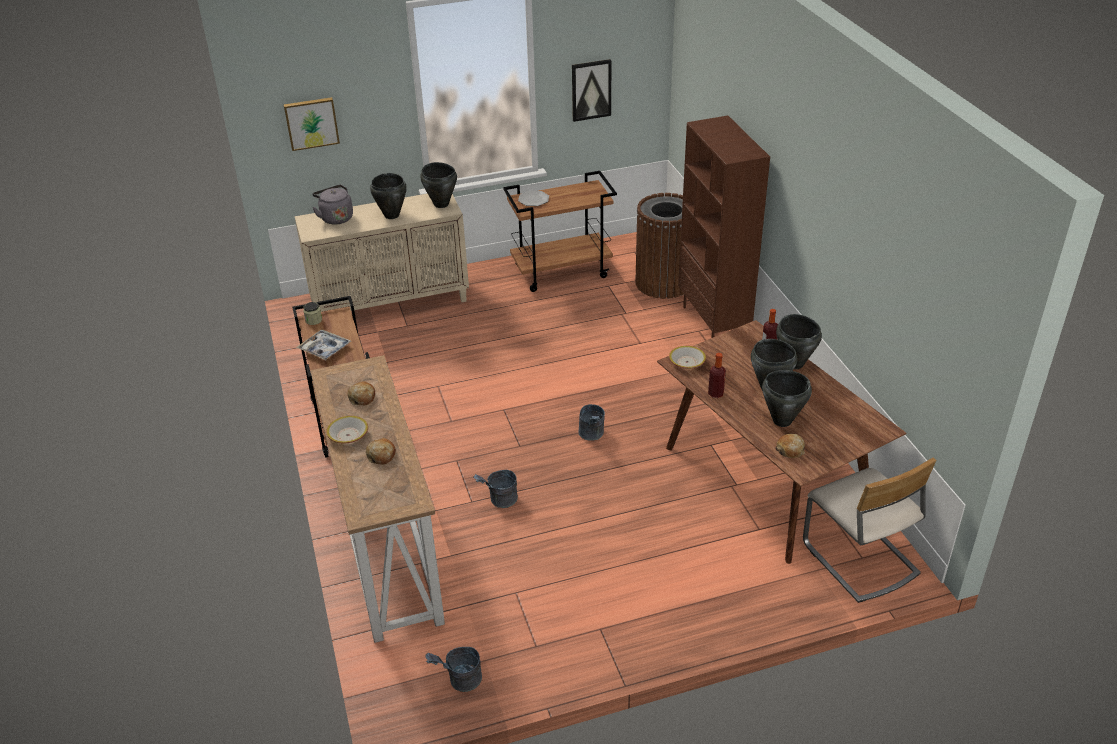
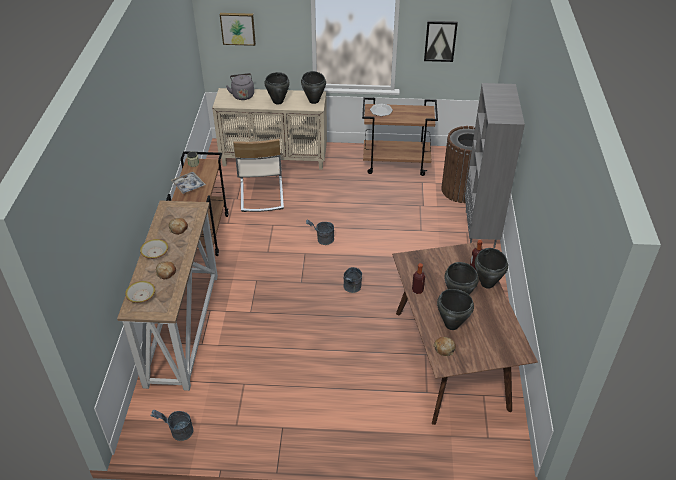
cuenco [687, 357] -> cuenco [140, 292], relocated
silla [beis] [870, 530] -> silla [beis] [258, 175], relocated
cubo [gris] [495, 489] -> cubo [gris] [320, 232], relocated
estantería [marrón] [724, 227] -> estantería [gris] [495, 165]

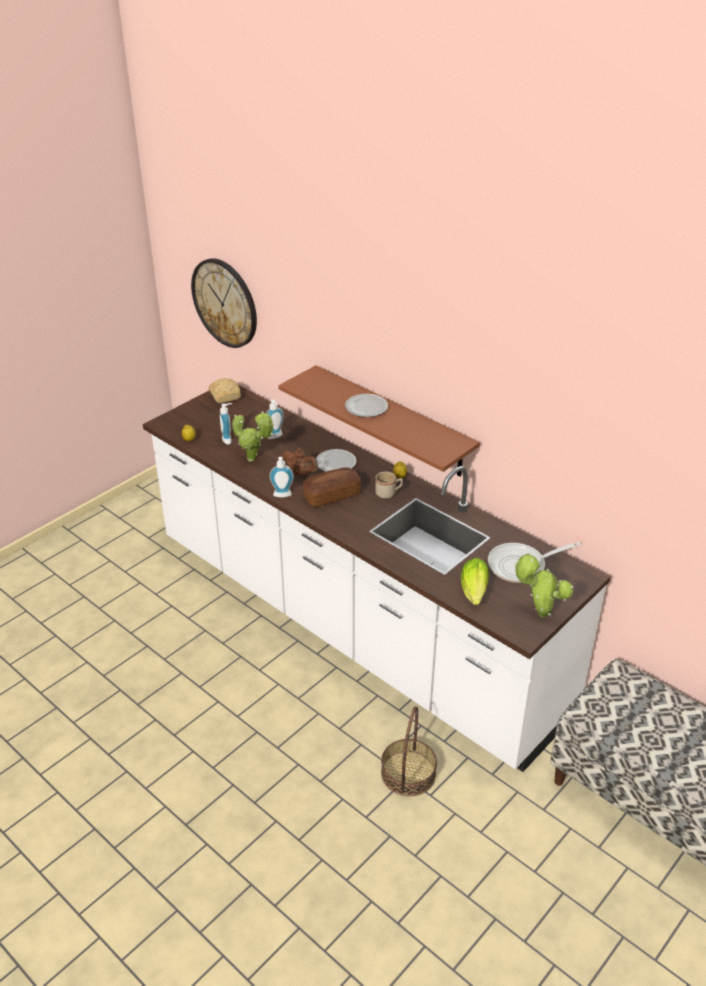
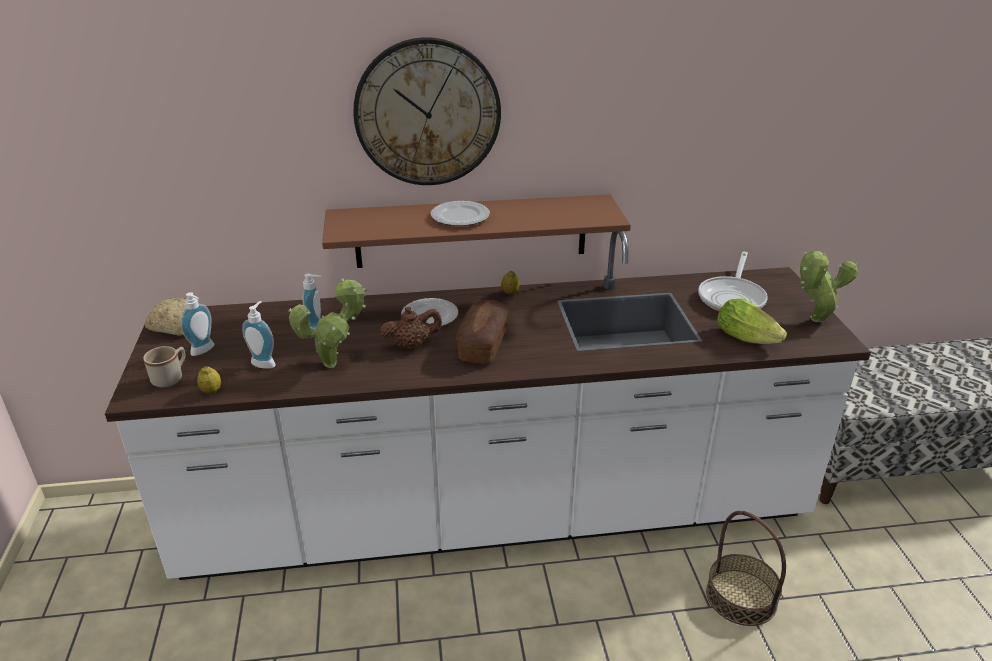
taza grande [beis] [389, 485] -> taza grande [beis] [164, 367], relocated
dispensador de jabón [281, 477] -> dispensador de jabón [197, 324], relocated
reloj de pared [224, 303] -> reloj de pared [427, 111], relocated

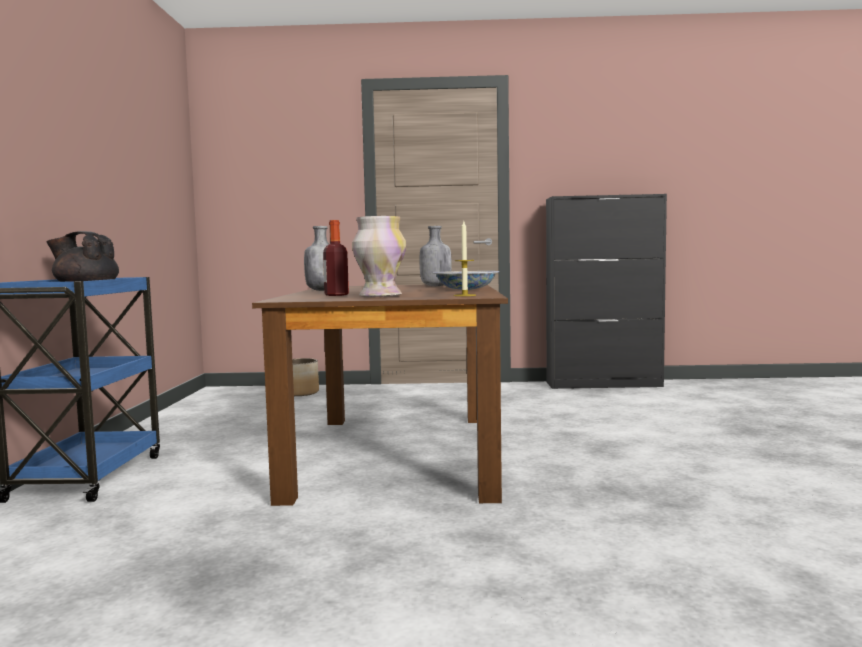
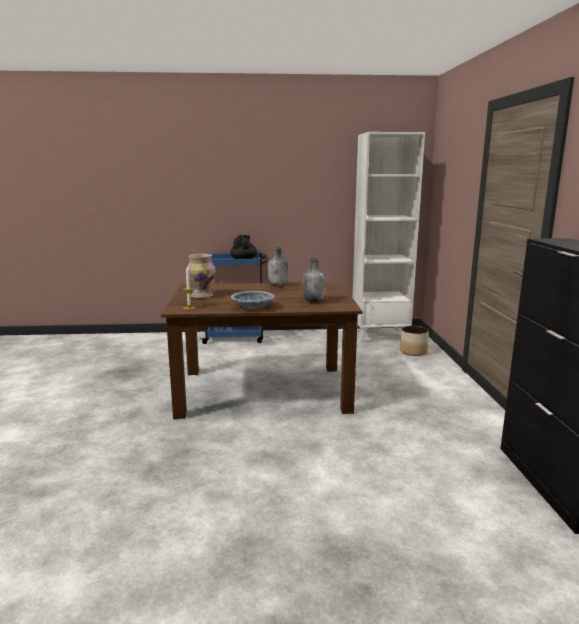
none -> estantería [blanco] [388, 237]
botella [336, 258] -> none

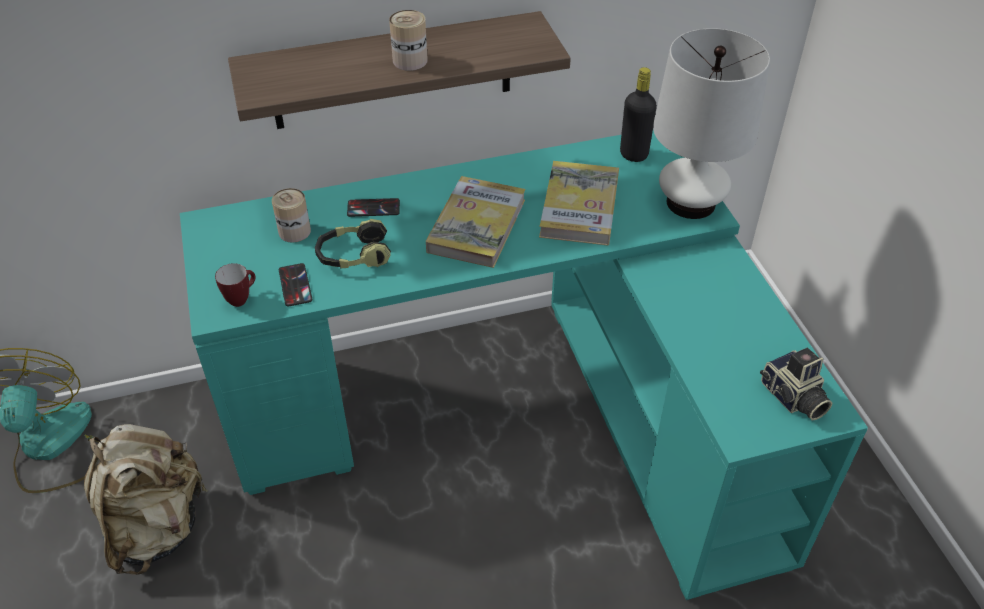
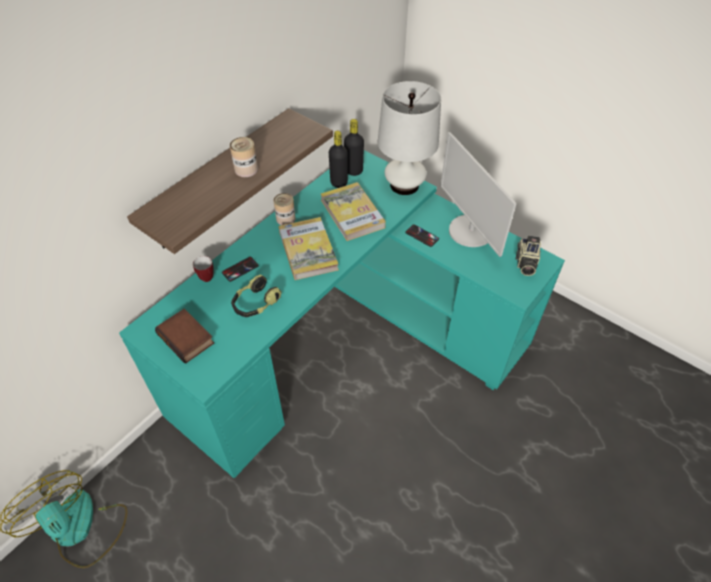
none -> libro [184, 336]
taza grande [235, 285] -> taza grande [203, 269], relocated
lata [291, 215] -> lata [284, 209], relocated
none -> botella [negro] [338, 159]
móvil [295, 285] -> móvil [422, 235], relocated
none -> monitor [478, 194]
cámara [796, 384] -> cámara [528, 256], 75 degrees clockwise
mochila [beis] [146, 499] -> none

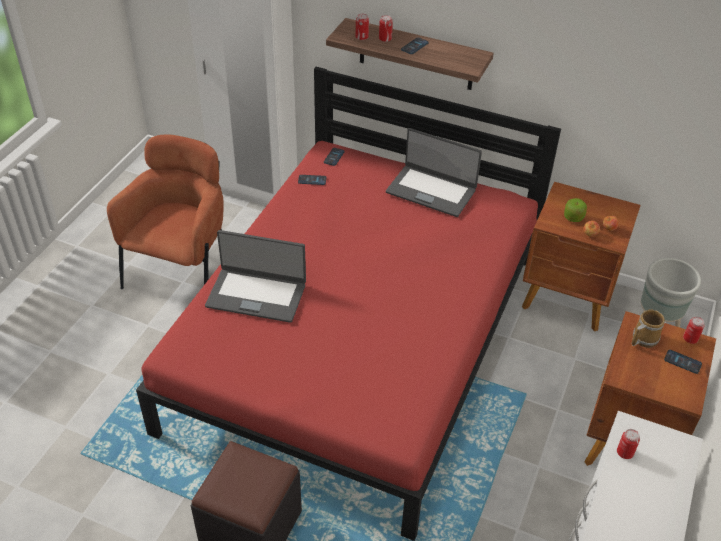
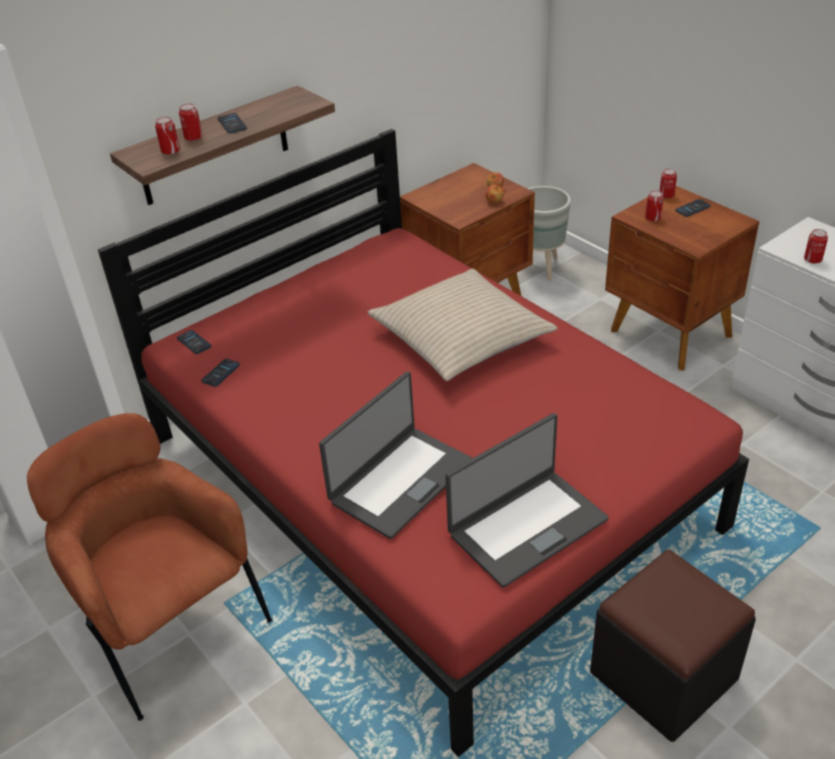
none -> cojín [beis] [463, 325]
portátil [434, 172] -> portátil [527, 500], relocated
taza grande [648, 328] -> lata [654, 205]
manzana [575, 210] -> none

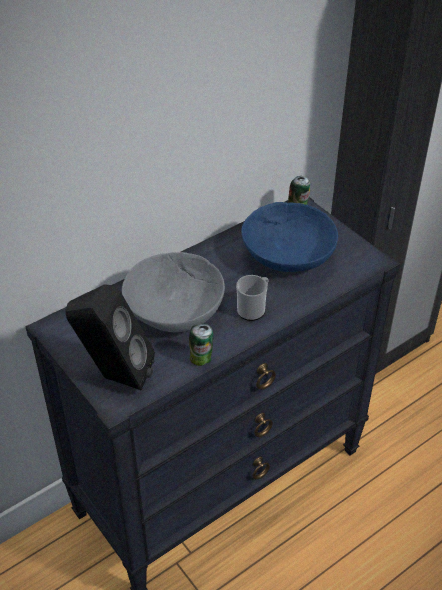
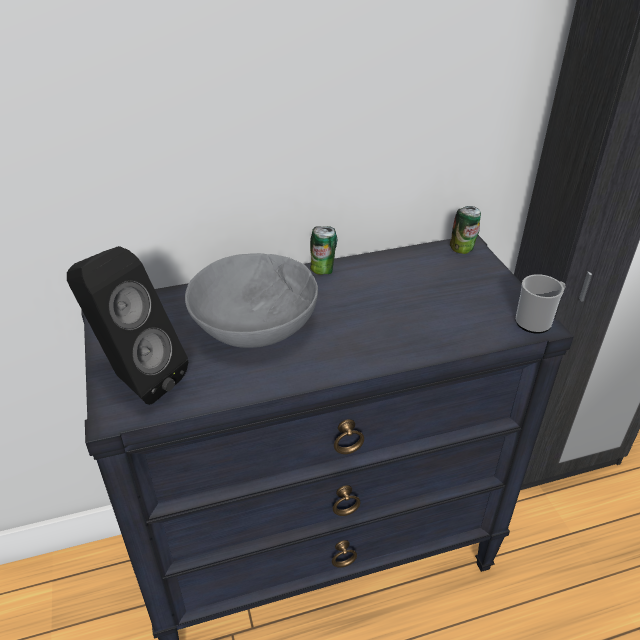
lata [201, 344] -> lata [323, 250], relocated
taza grande [252, 298] -> taza grande [540, 304], relocated
cuenco [azul] [289, 237] -> none

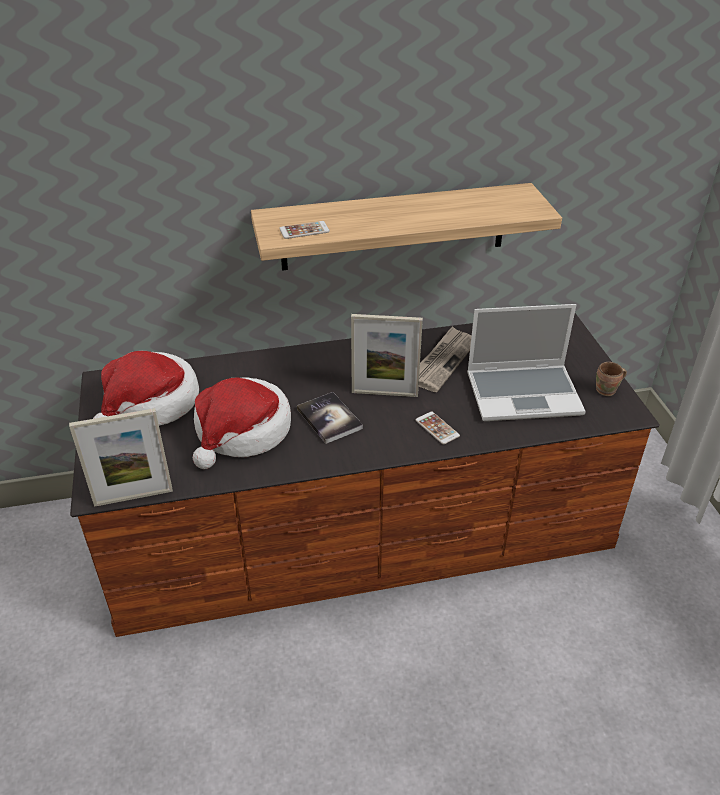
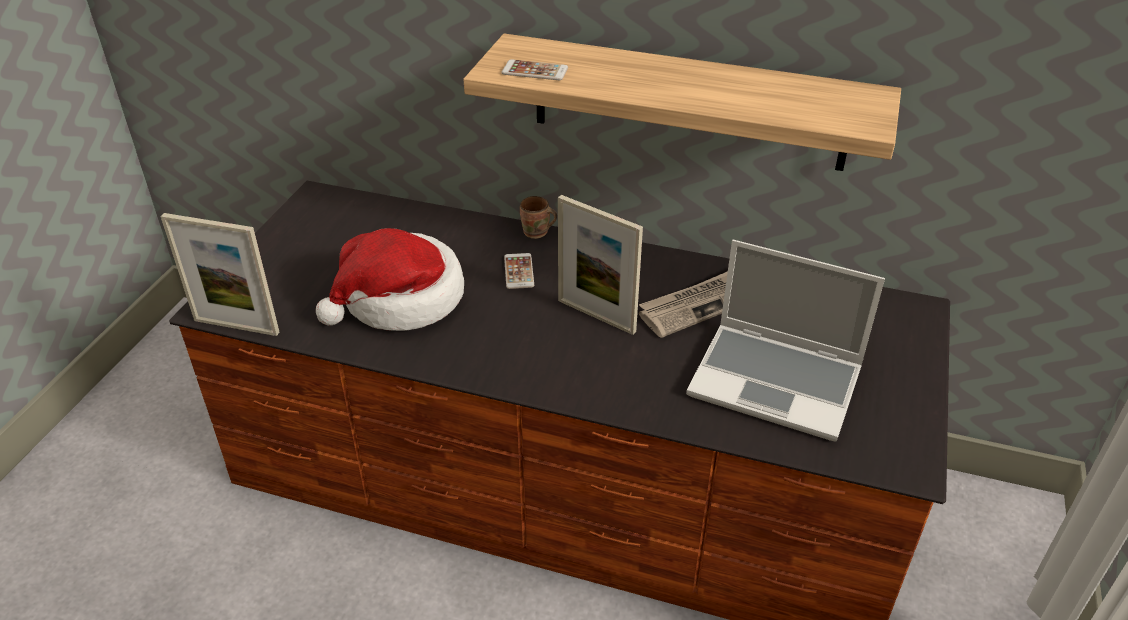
móvil [438, 427] -> móvil [519, 271], relocated
taza grande [marrón] [611, 379] -> taza grande [marrón] [538, 217], relocated
sombrero [146, 388] -> none
libro [330, 418] -> none

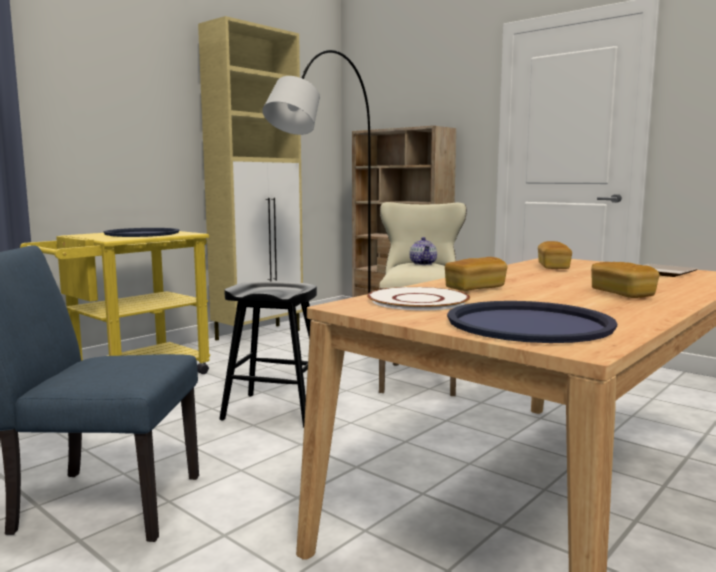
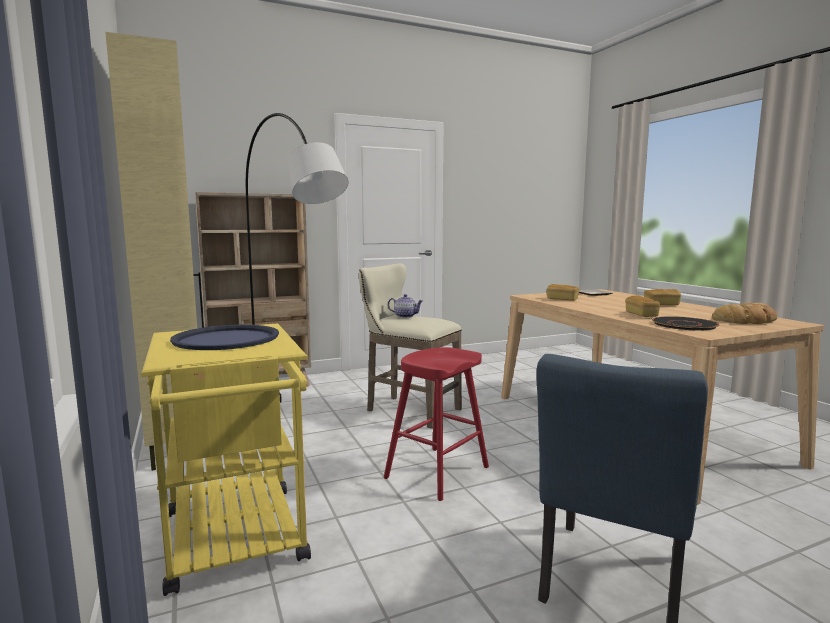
taburete [negro] [268, 354] -> taburete [rojo] [436, 424]
plato [blanco] [418, 298] -> plato [negro] [685, 323]
bandeja [azul] [532, 322] -> pan [744, 313]

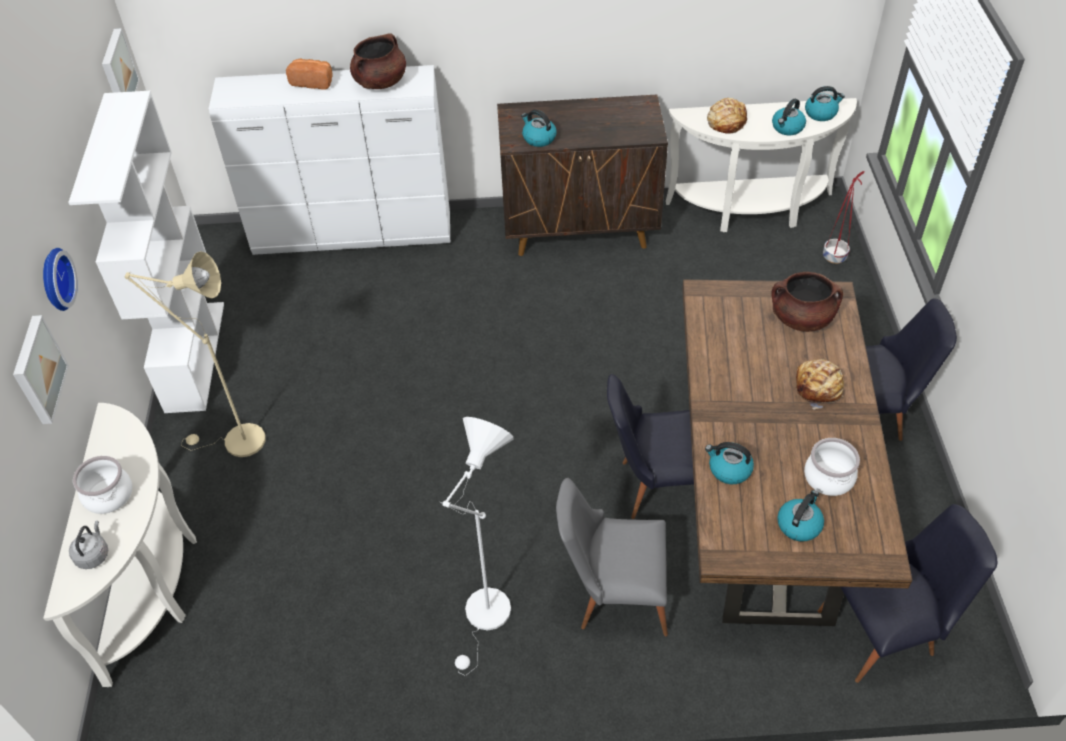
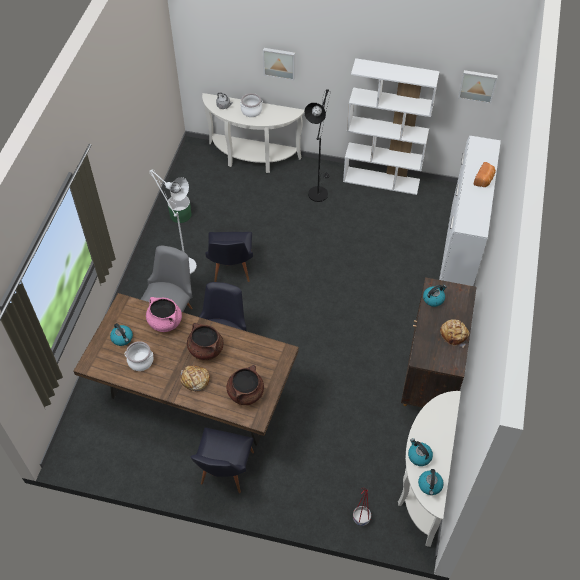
hervidor [729, 463] -> olla [rosa] [164, 314]
none -> maceta [verde] [180, 209]
olla [marrón] [378, 61] -> olla [marrón] [205, 341], relocated
silla [negro] [907, 593] -> silla [negro] [229, 257], relocated
lámpara de pie [beis] [195, 354] -> lámpara de pie [negro] [317, 145]
pan [727, 116] -> pan [454, 333], relocated
reloj de pared [60, 279] -> none

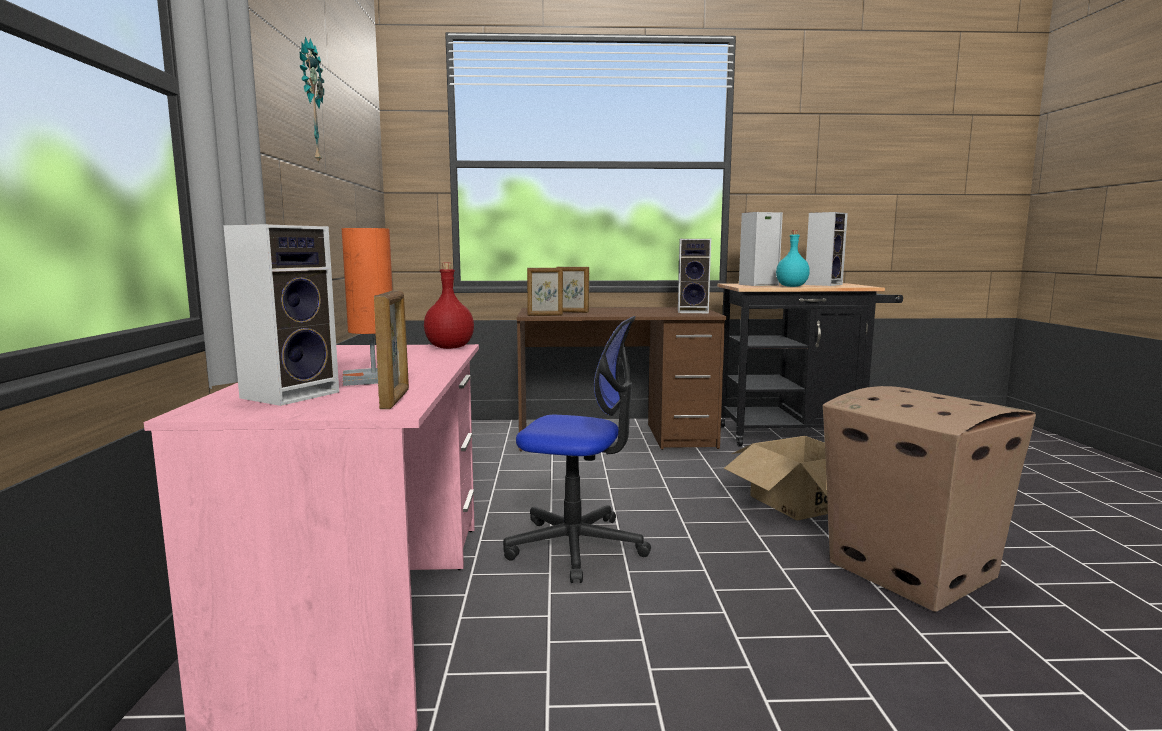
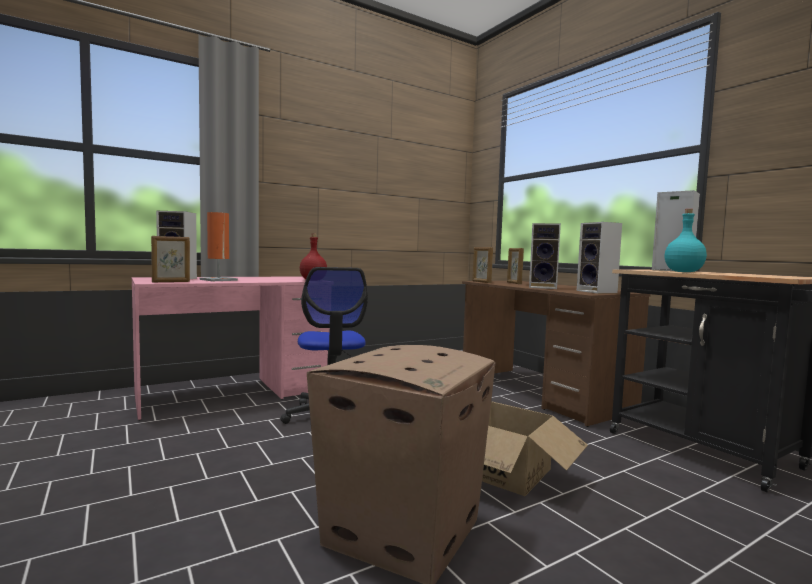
altavoz [826, 249] -> altavoz [545, 256], relocated
reloj de pared [312, 101] -> none

